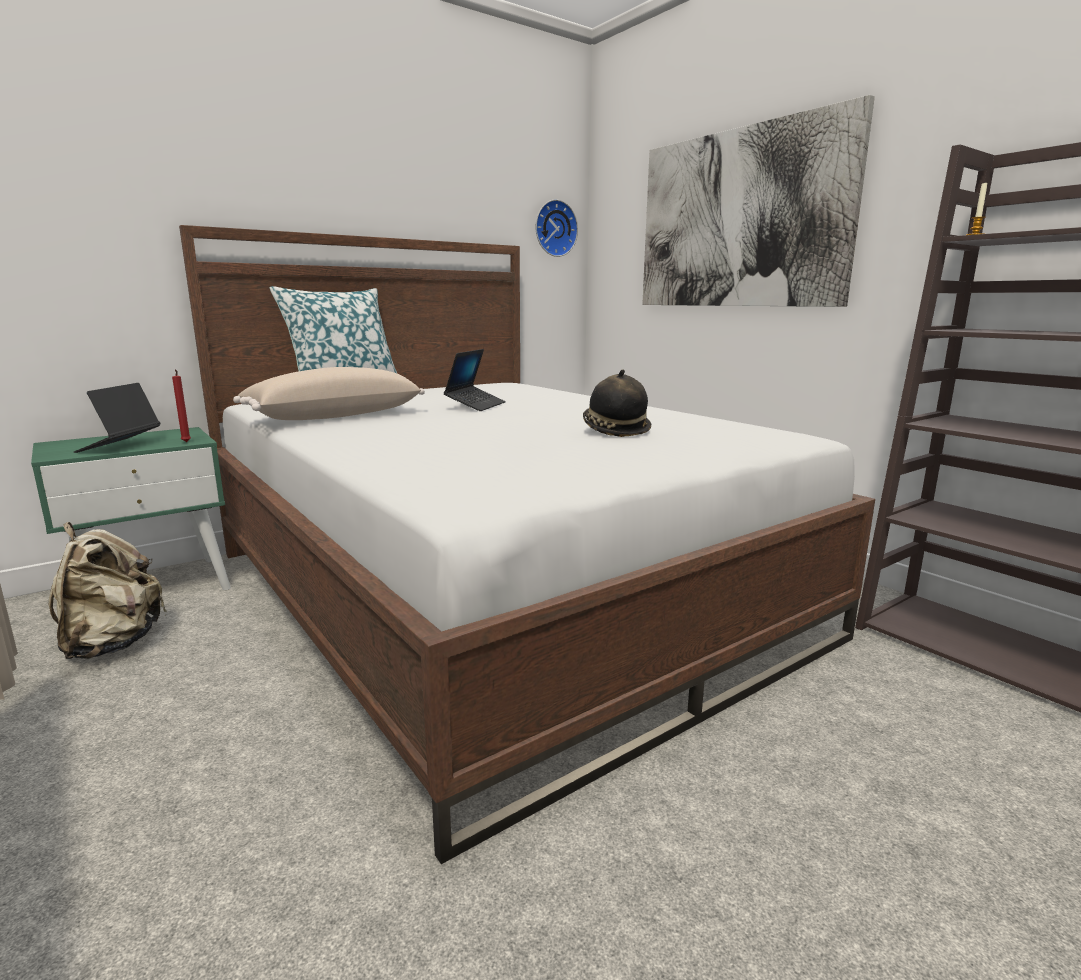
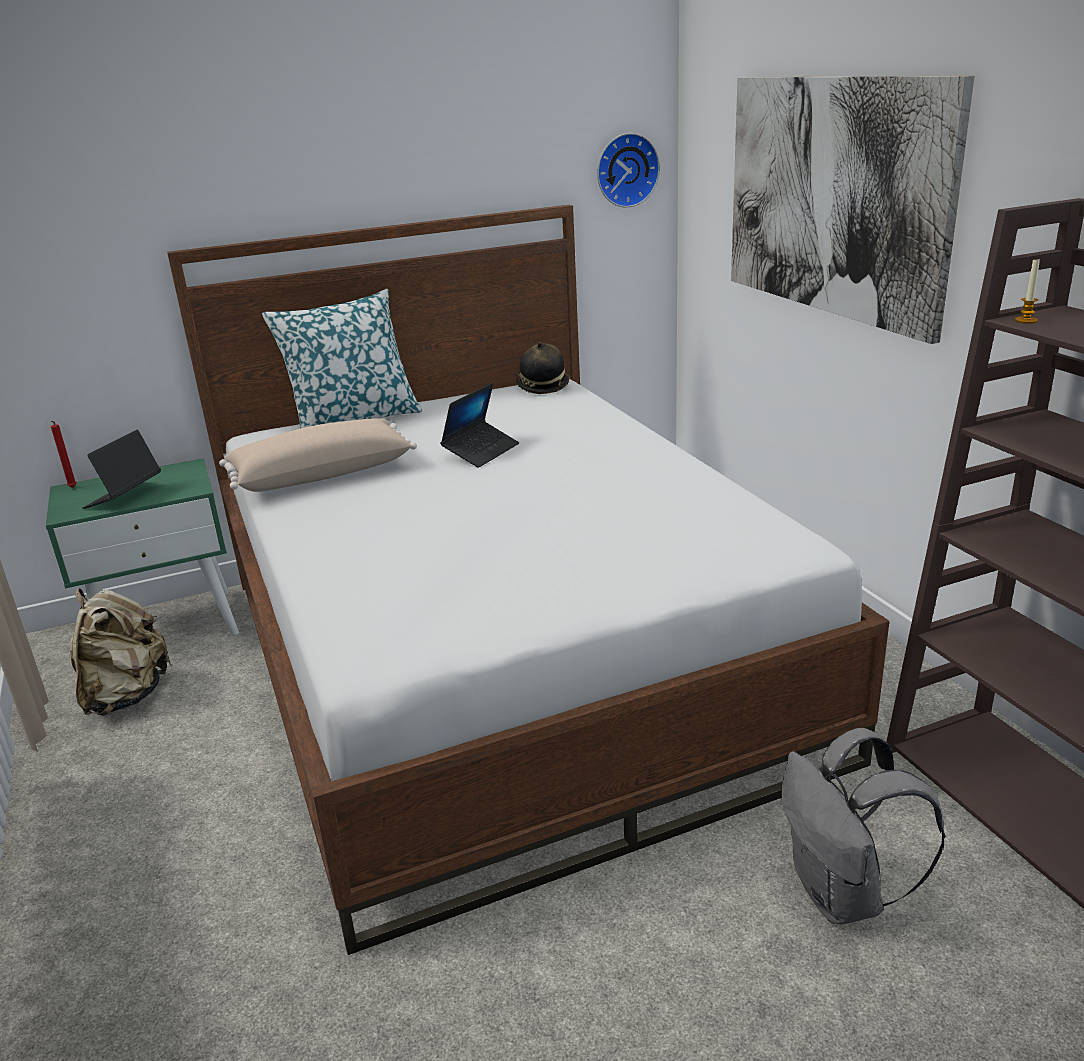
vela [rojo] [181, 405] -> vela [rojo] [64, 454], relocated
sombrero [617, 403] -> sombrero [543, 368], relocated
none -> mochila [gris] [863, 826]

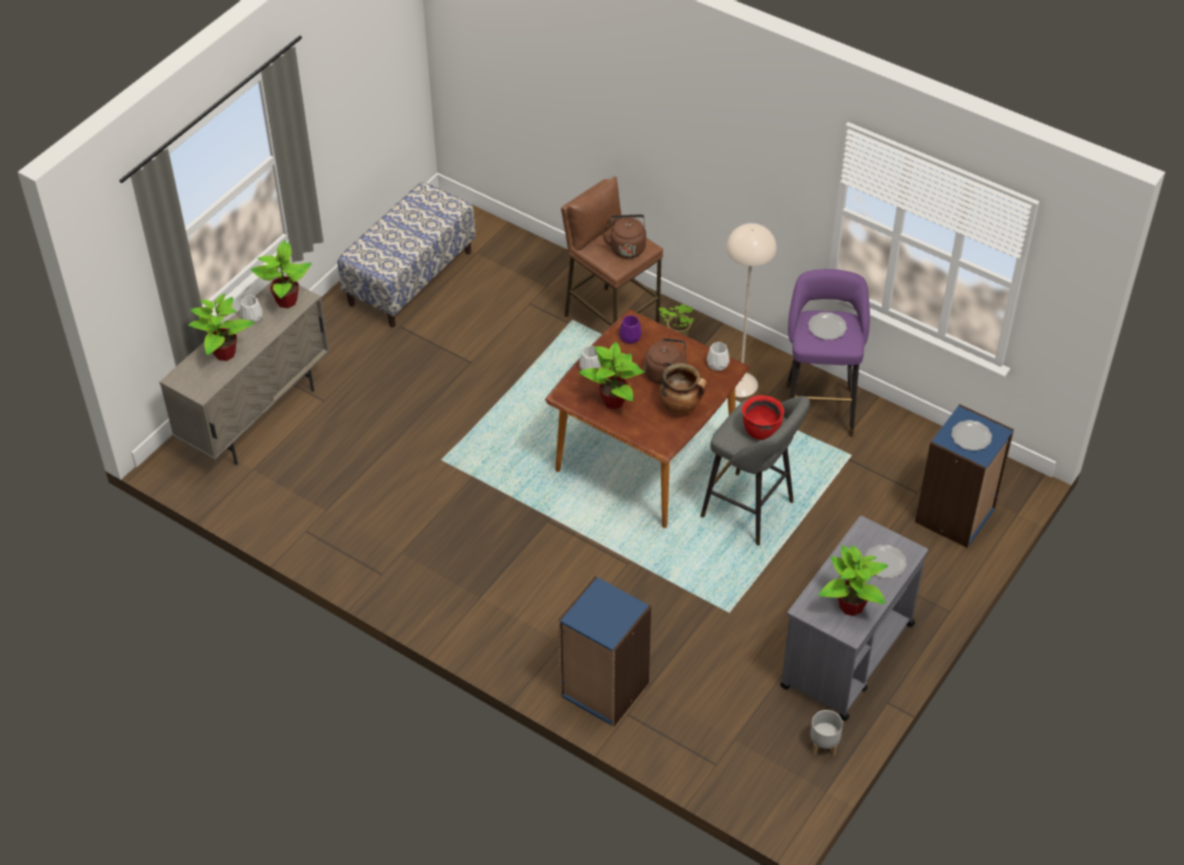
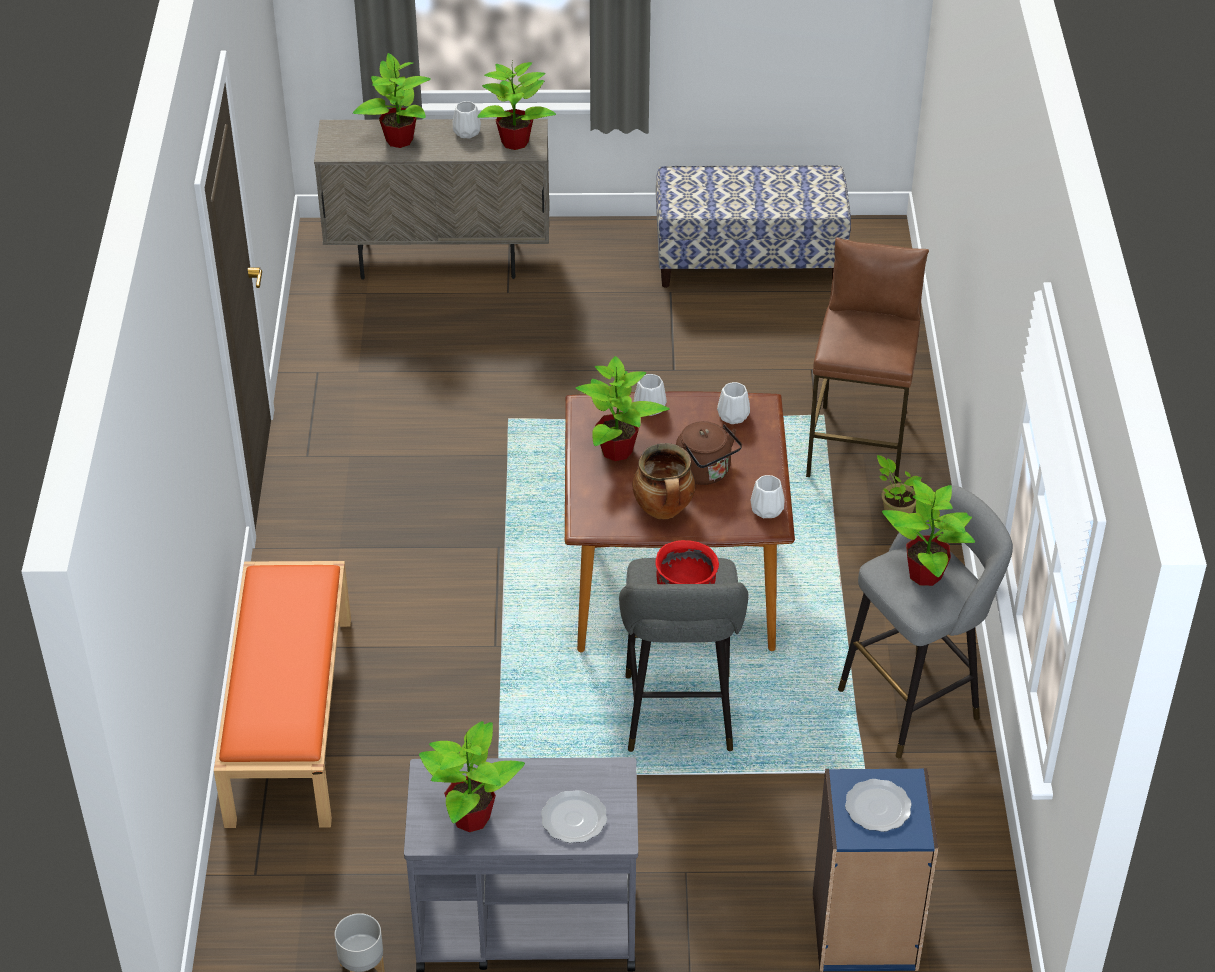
estantería [azul] [604, 651] -> banco [naranja] [282, 694]
florero [morado] [630, 329] -> florero [blanco] [733, 403]
taburete [morado] [828, 353] -> taburete [gris] [925, 621]
plato [827, 326] -> planta en maceta [928, 532]
hervidor [marrón] [624, 237] -> none
lámpara de pie [beis] [751, 310] -> none

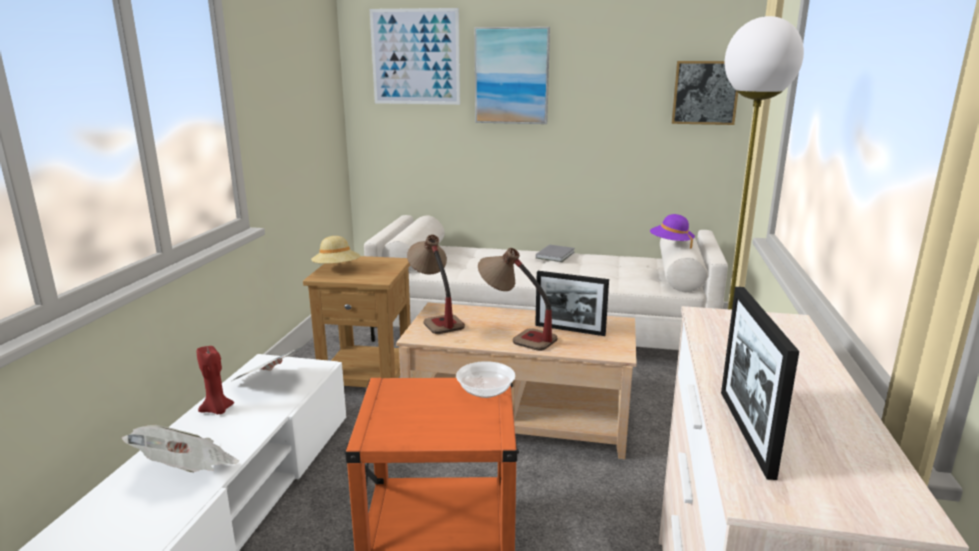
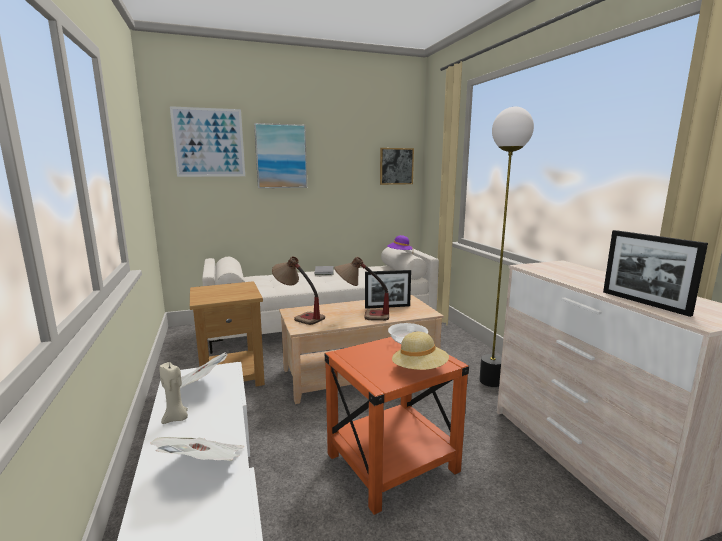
vela [rojo] [215, 380] -> vela [beis] [173, 393]
sombrero [beis] [335, 250] -> sombrero [beis] [420, 351], relocated

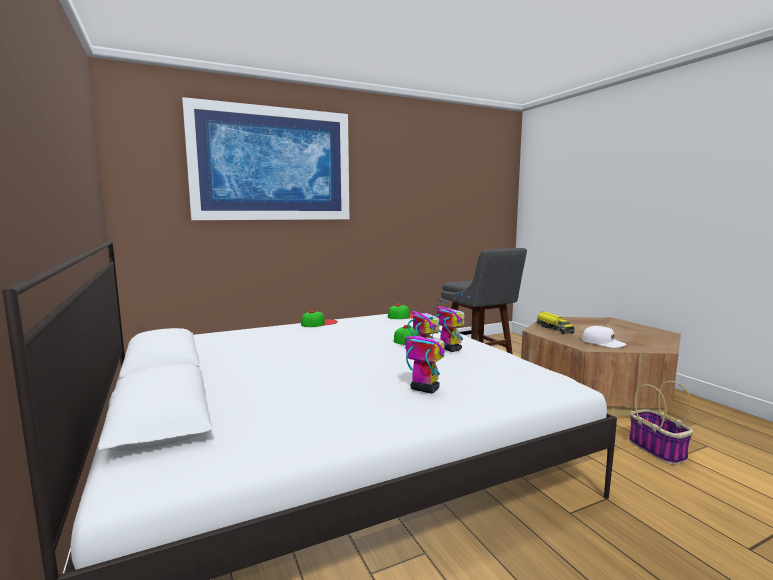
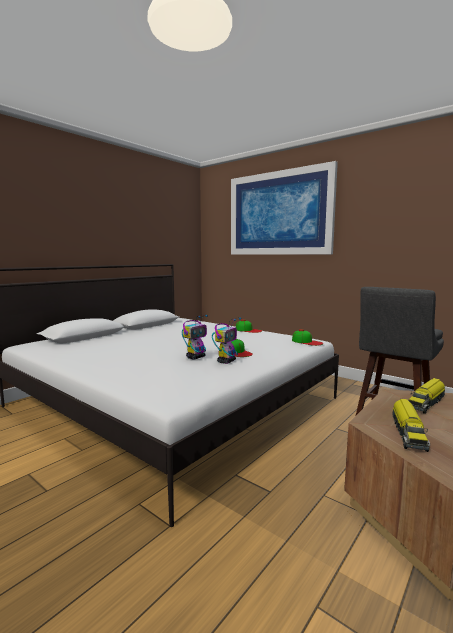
gorra [blanco] [604, 337] -> camión de juguete [411, 425]
robot de juguete [425, 355] -> none
cesta [661, 423] -> none

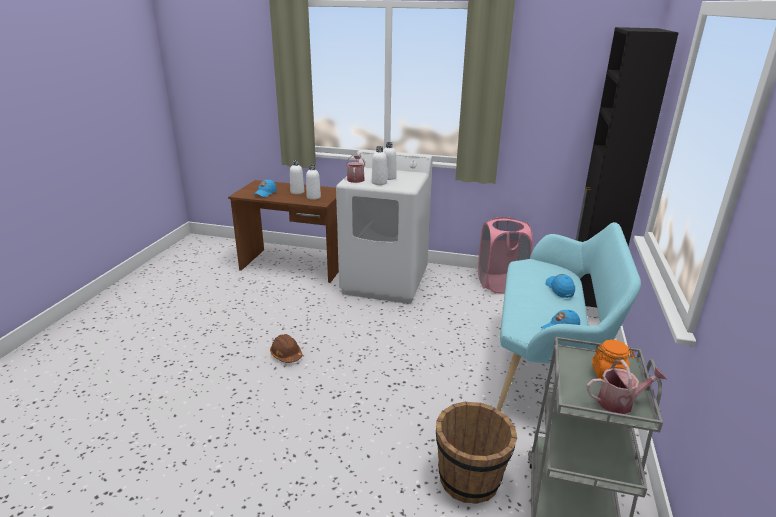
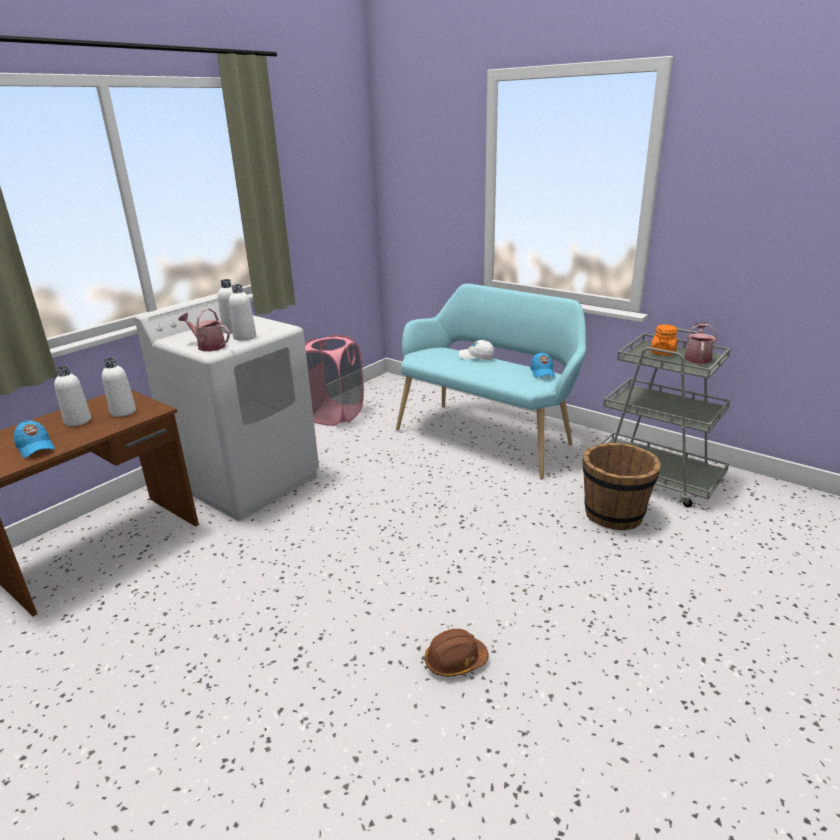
casco [marrón] [286, 348] -> casco [marrón] [457, 652], relocated
gorra [azul] [560, 286] -> gorra [blanco] [476, 350]
armario [negro] [627, 167] -> none

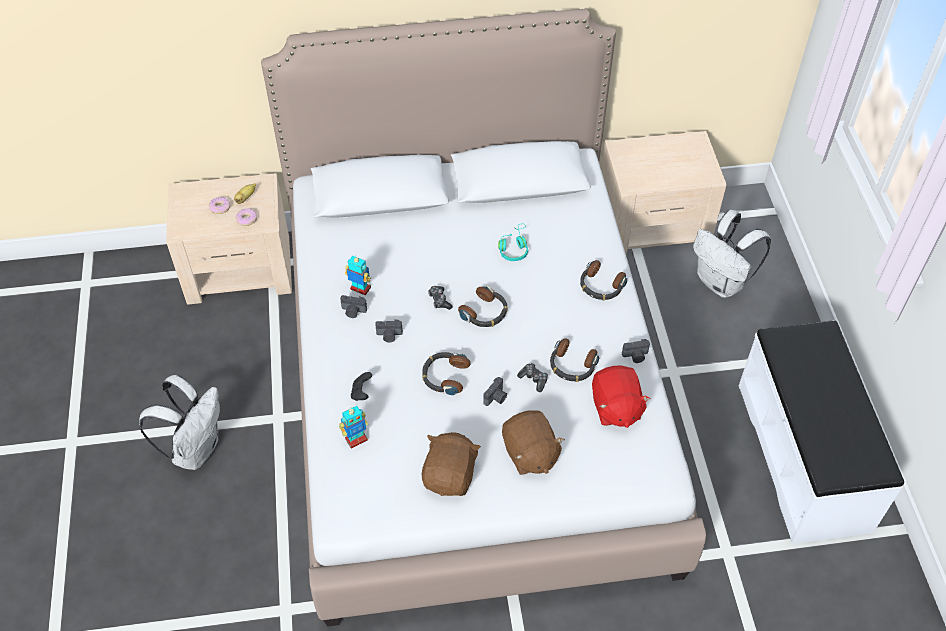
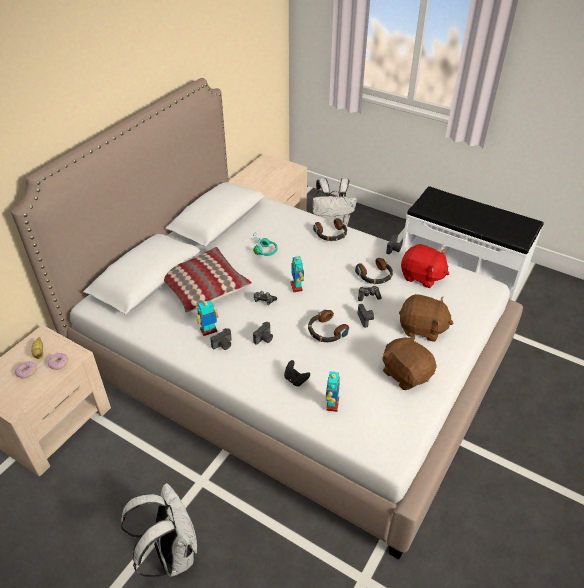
none -> cojín [208, 280]
auriculares [483, 306] -> robot de juguete [297, 273]

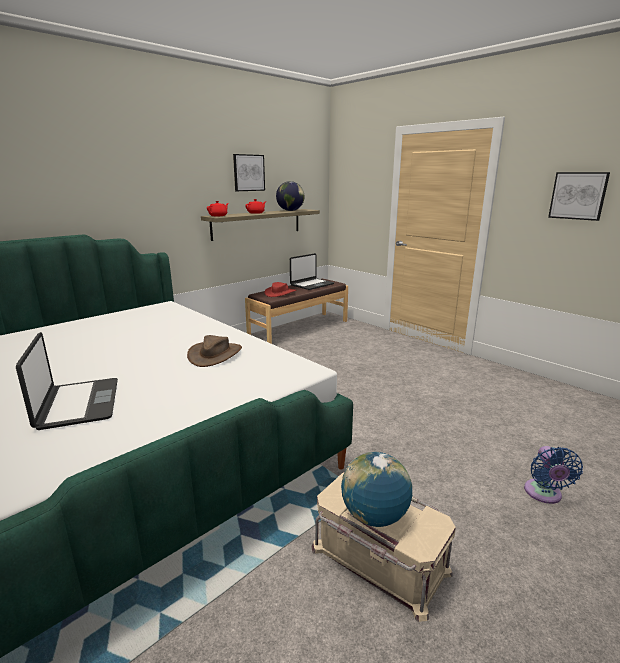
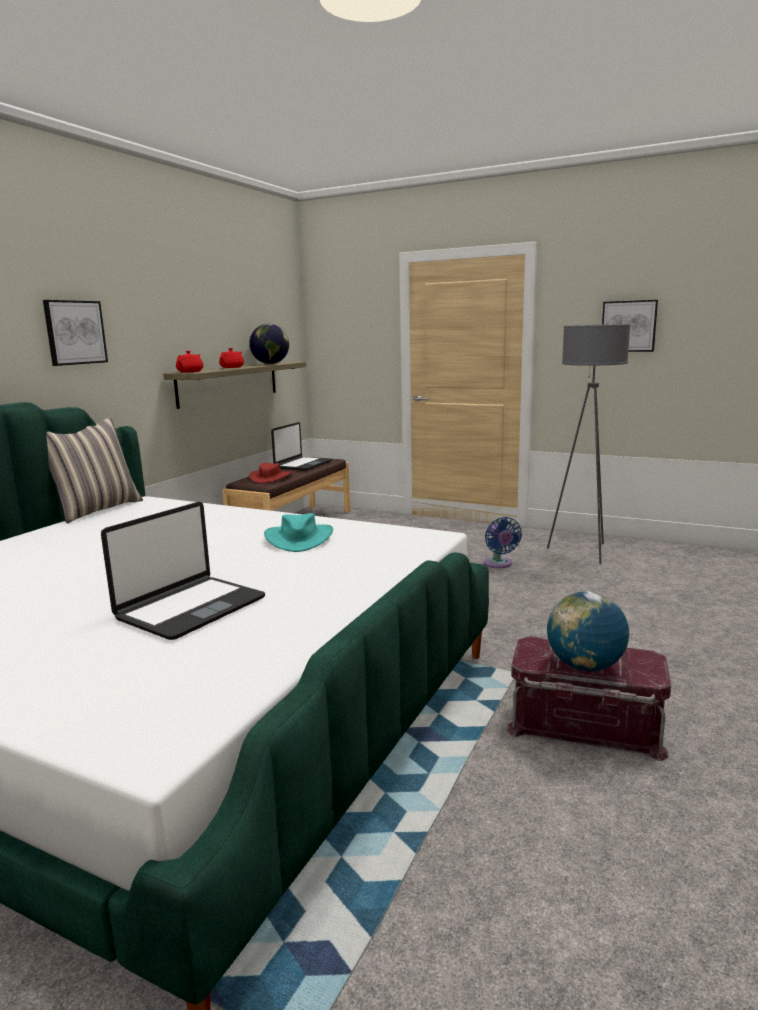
cuadro [249, 172] -> cuadro [75, 333], relocated
none -> cojín [95, 470]
portátil [67, 381] -> portátil [183, 571], 75 degrees clockwise
sombrero [marrón] [214, 351] -> sombrero [turquesa] [298, 532]
ventilador [azul] [553, 475] -> ventilador [azul] [503, 542], relocated
caja de almacenaje [beis] [383, 547] -> caja de almacenaje [rojo] [588, 698]
none -> lámpara de pie [gris] [589, 444]

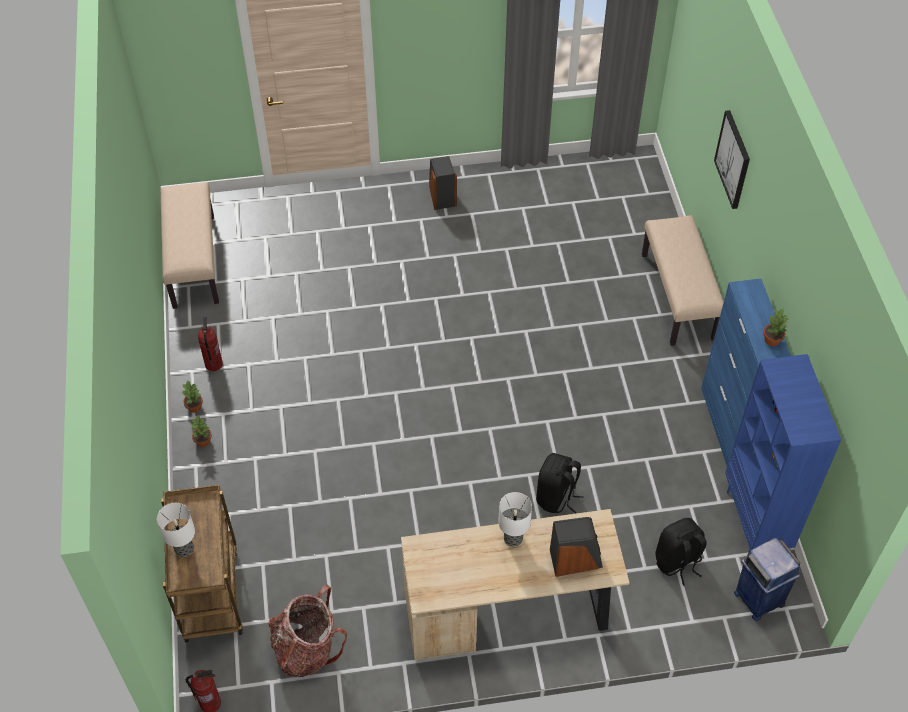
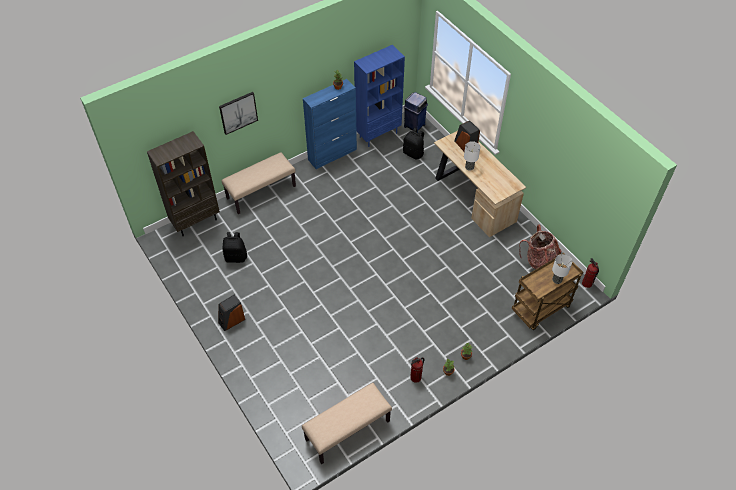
none -> estantería [marrón] [183, 183]
mochila [negro] [560, 483] -> mochila [negro] [234, 247], relocated

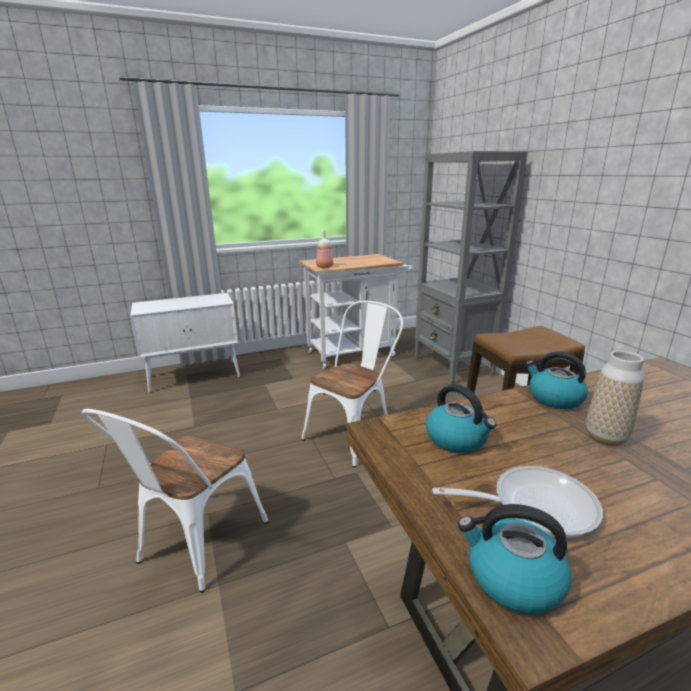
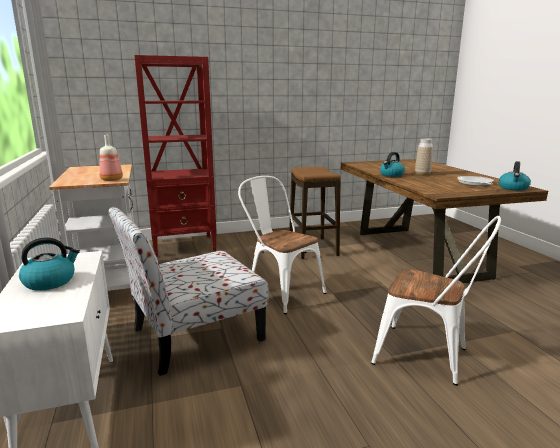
hervidor [461, 418] -> hervidor [49, 264], relocated
none -> silla [189, 291]
estantería [gris] [471, 268] -> estantería [rojo] [175, 156]

